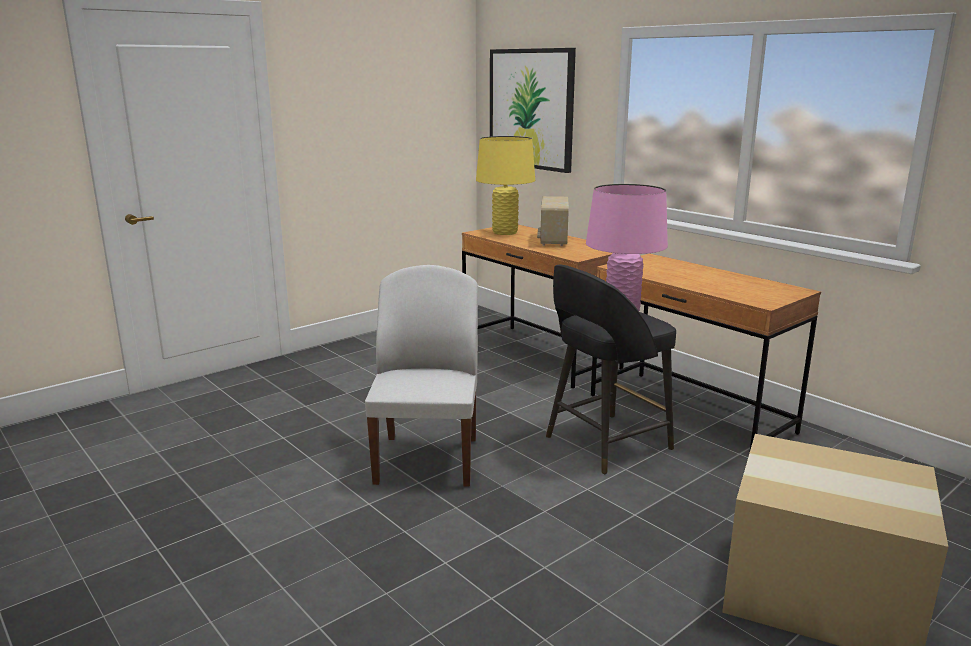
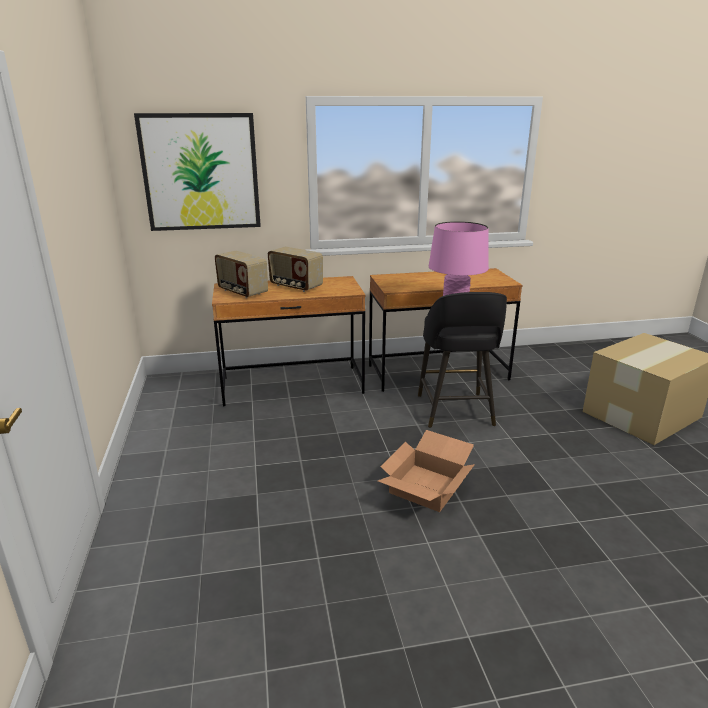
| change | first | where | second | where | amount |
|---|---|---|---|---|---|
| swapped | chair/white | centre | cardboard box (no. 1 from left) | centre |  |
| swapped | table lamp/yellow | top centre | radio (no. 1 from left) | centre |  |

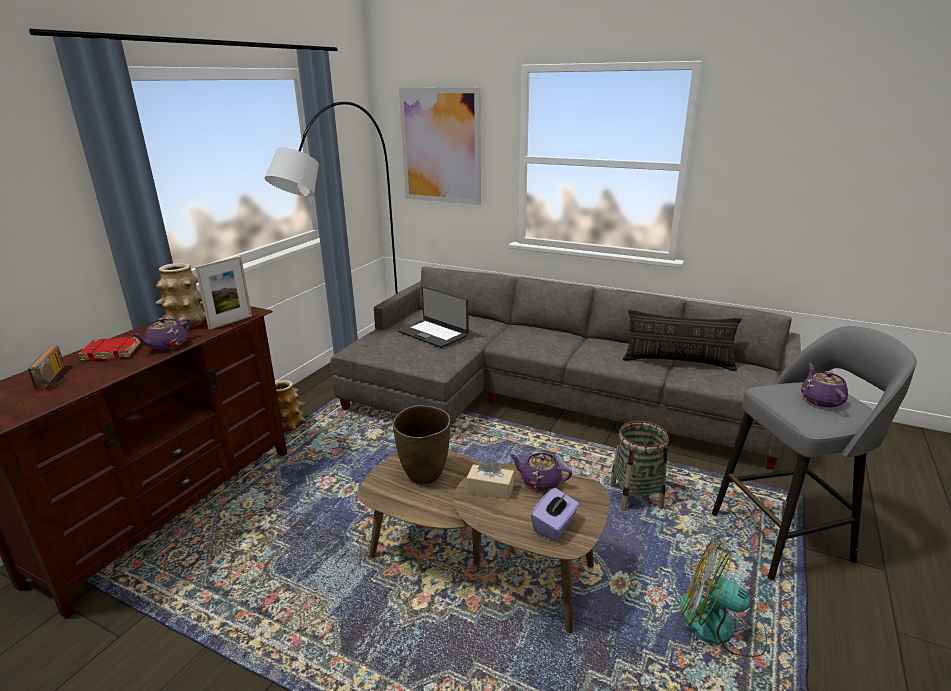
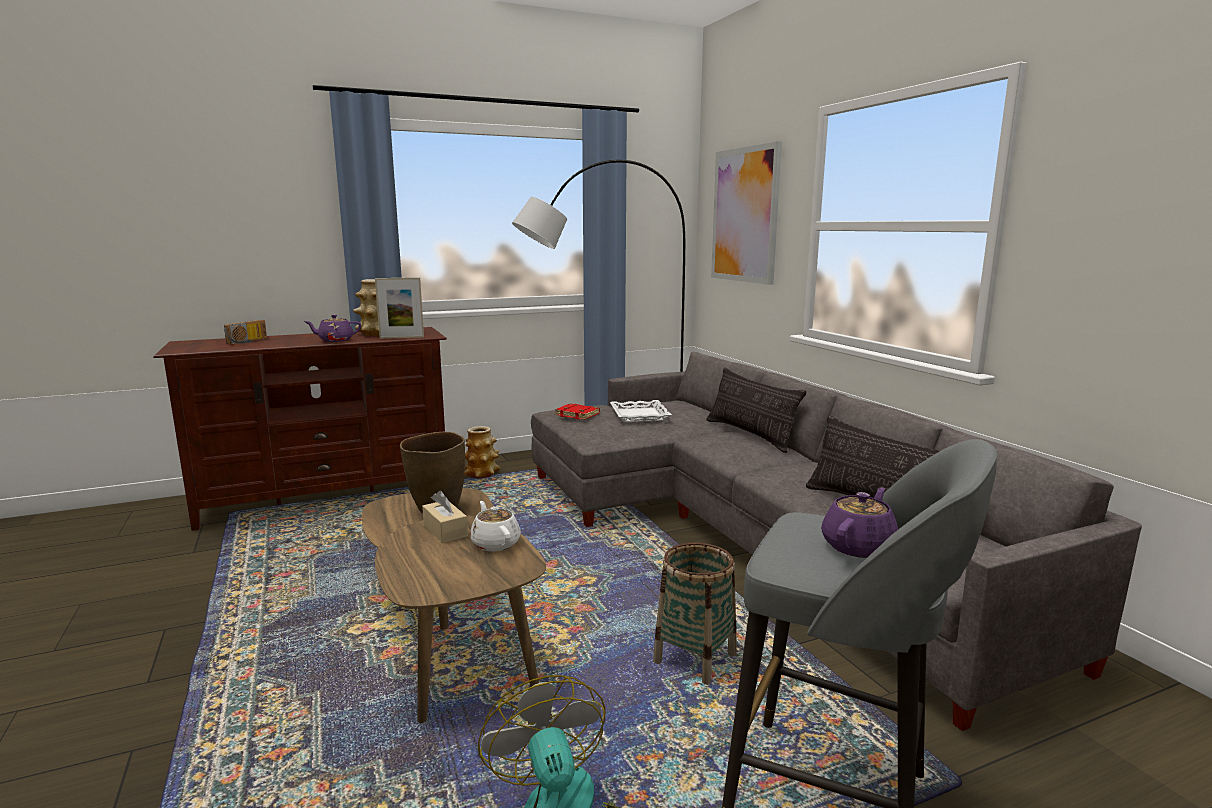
| change | first | where | second | where | amount |
|---|---|---|---|---|---|
| shifted | book/red | middle left |  | centre |  |
| swapped | laptop | centre | tray/white | centre |  |
| repainted | teapot/purple (no. 2 from left) | bottom centre | teapot/white | centre |  |
| gone | tissue box/purple | bottom centre |  |  |  |
| new |  |  | pillow (no. 1 from left) | centre |  |

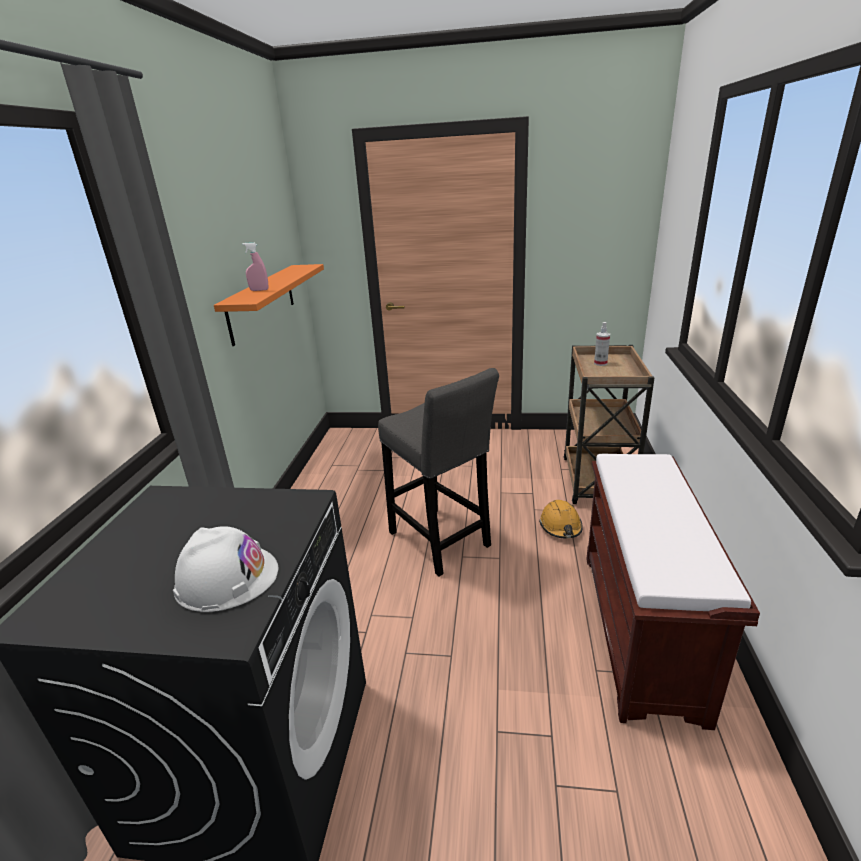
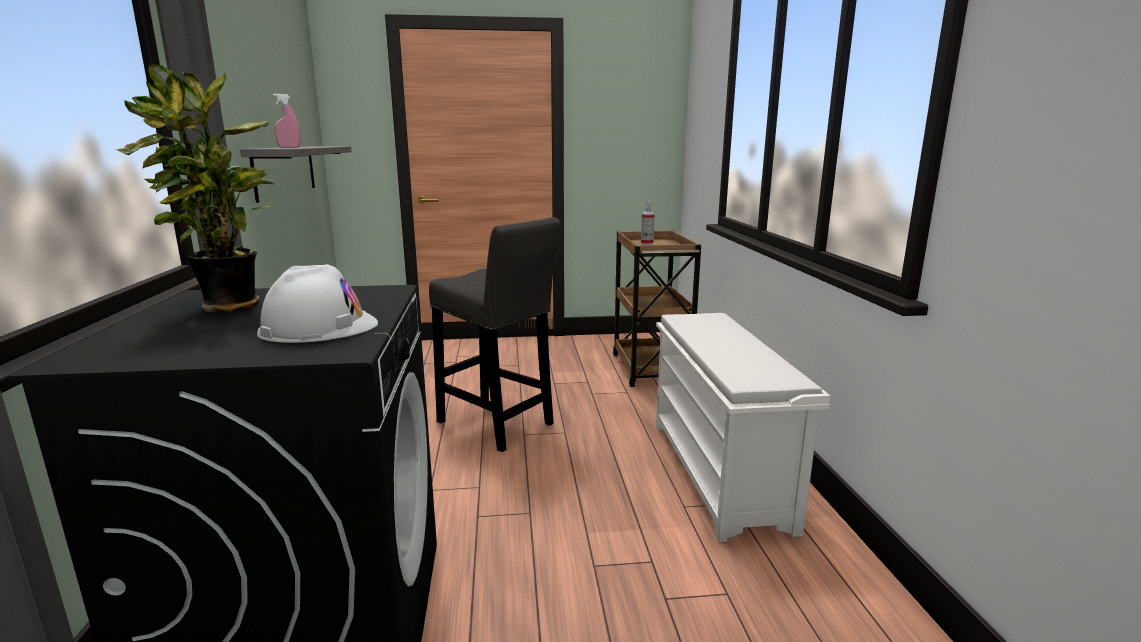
| change | first | where | second | where | amount |
|---|---|---|---|---|---|
| repainted | shelf/orange | middle left | shelf/grey | top left |  |
| gone | hard hat/orange | centre |  |  |  |
| swapped | bench/brown | bottom right | shoe rack/white | centre |  |
| new |  |  | potted plant | top left |  |

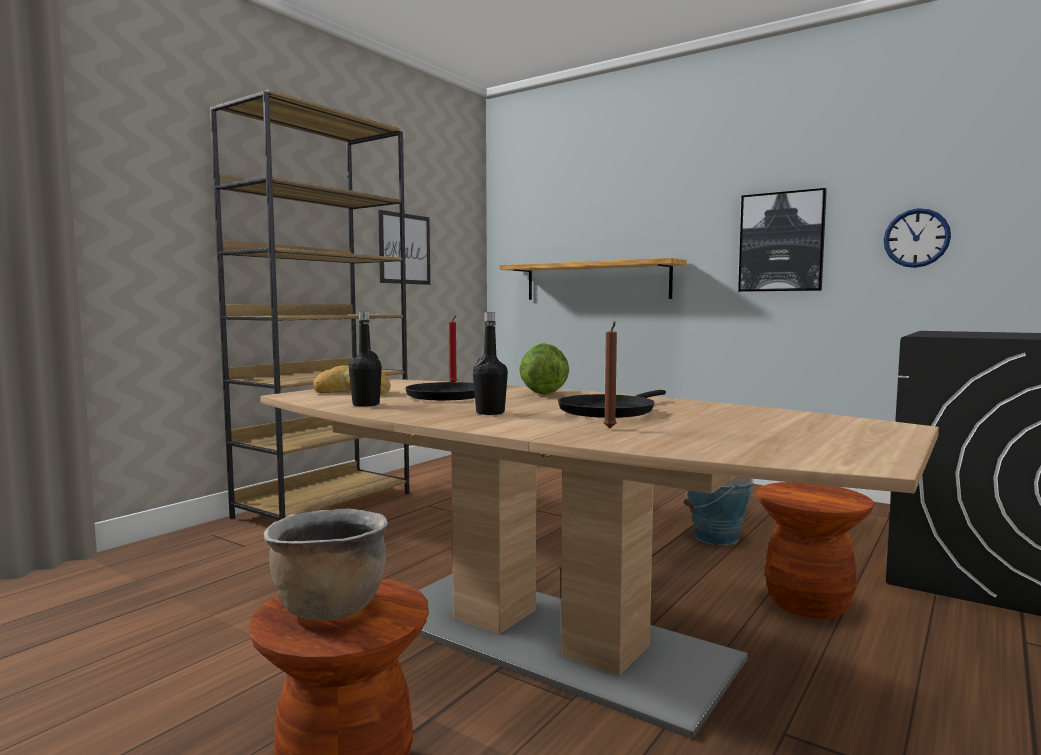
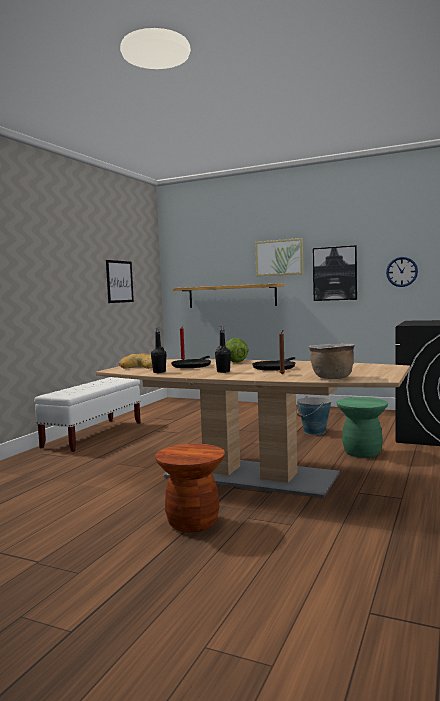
| change | first | where | second | where | amount |
|---|---|---|---|---|---|
| swapped | bookcase/brown | middle left | bench/white | middle left |  |
| shifted | cooking pot/brown | bottom left |  | middle right |  |
| repainted | stool/brown (no. 2 from left) | bottom right | stool/green | middle right |  |
| new |  |  | picture (no. 2 from left) | centre |  |

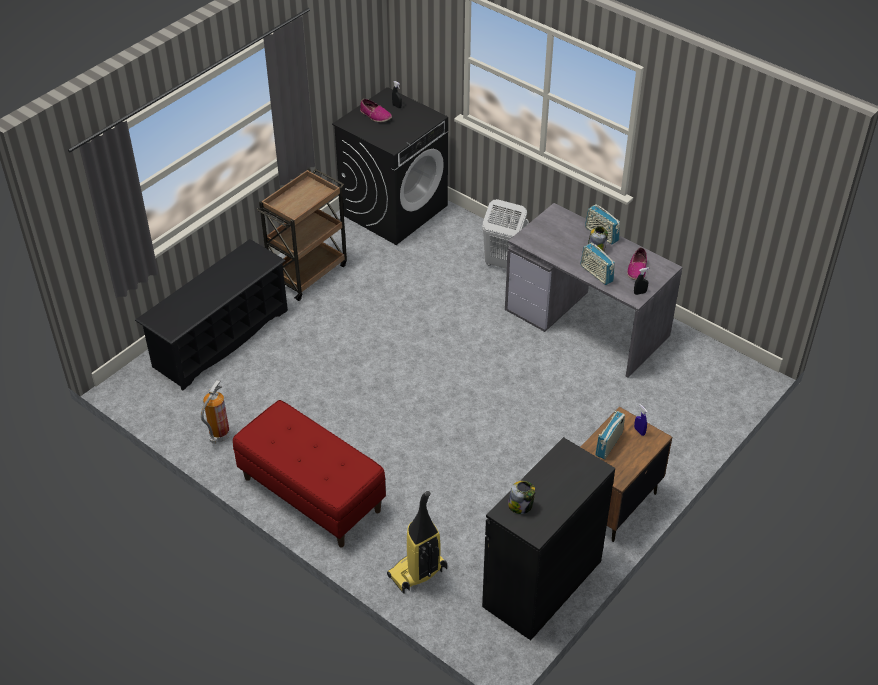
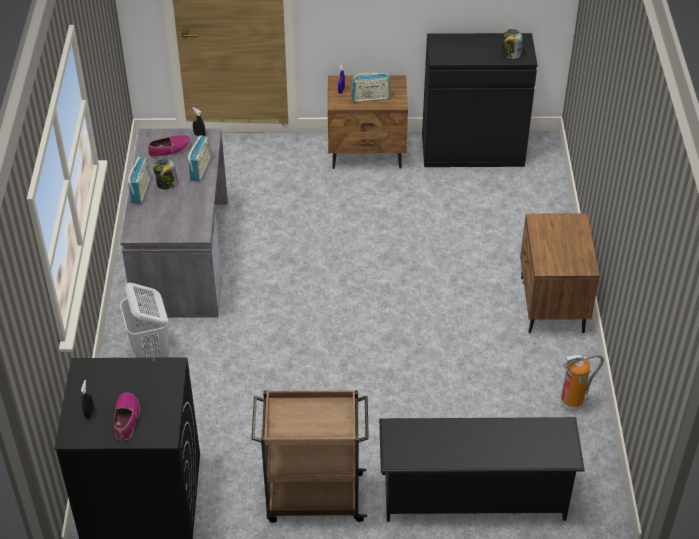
| change | first | where | second | where | amount |
|---|---|---|---|---|---|
| swapped | bench/red | bottom centre | nightstand/brown (no. 2 from left) | middle right |  |
| gone | vacuum cleaner | bottom centre |  |  |  |

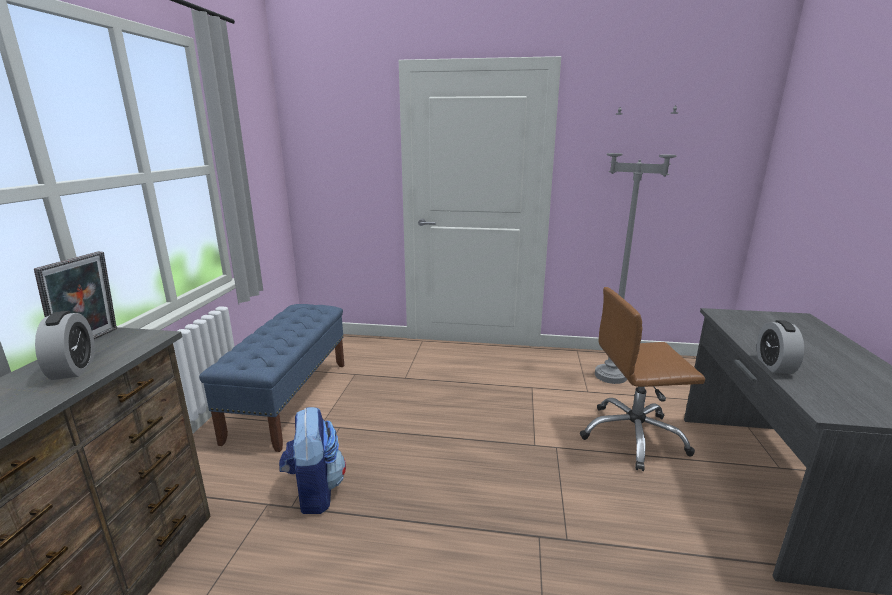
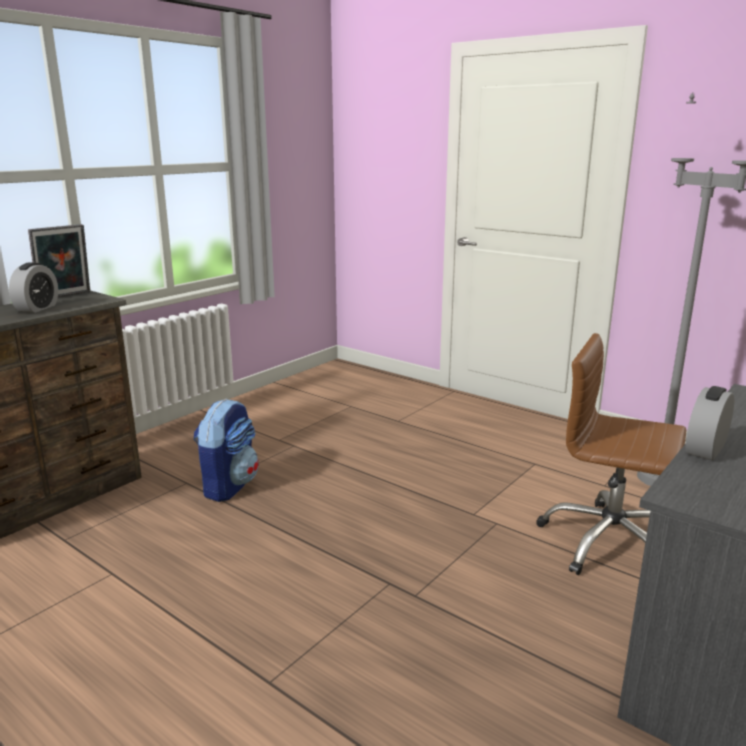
| change | first | where | second | where | amount |
|---|---|---|---|---|---|
| gone | bench/blue | middle left |  |  |  |

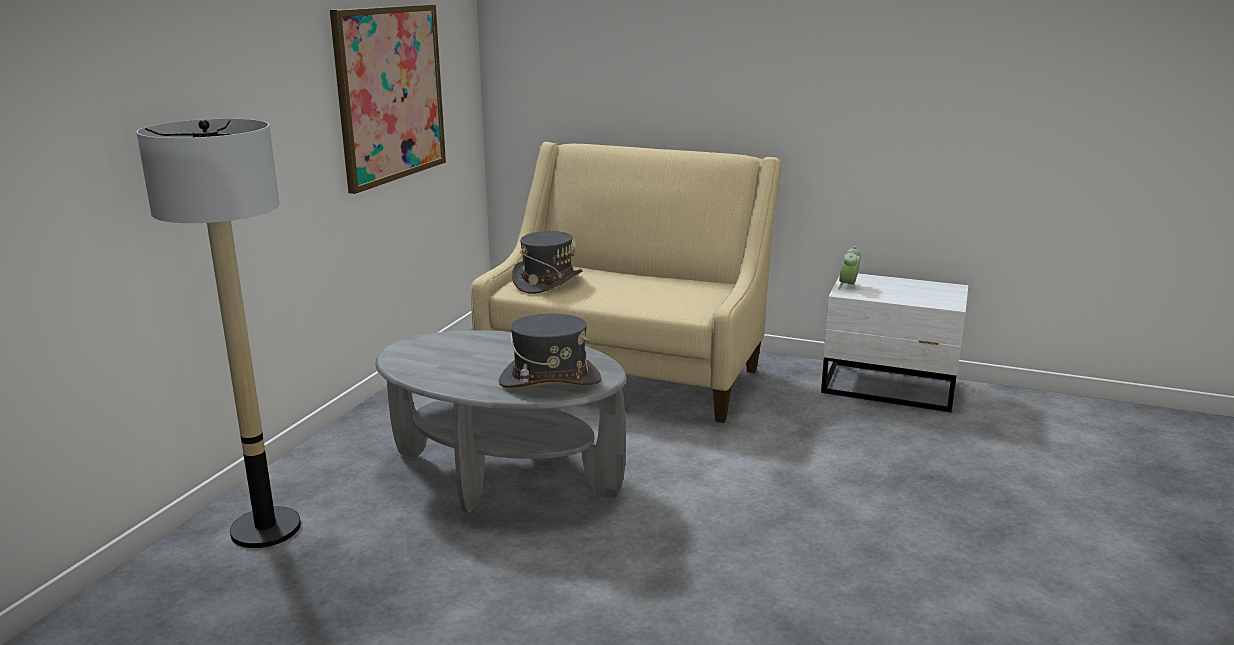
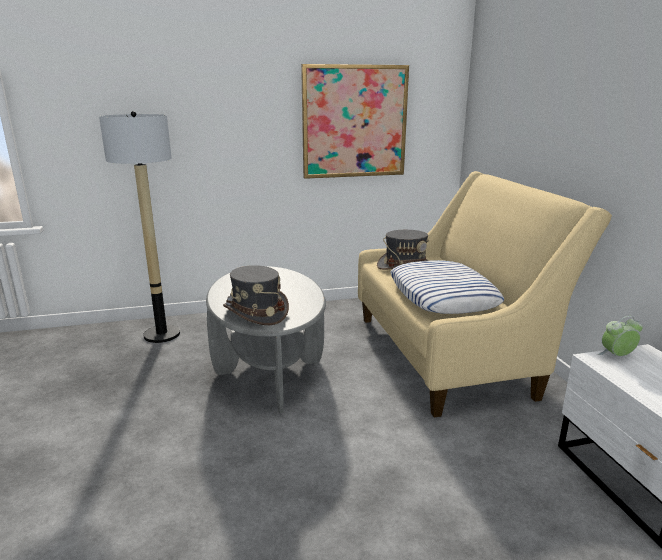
| change | first | where | second | where | amount |
|---|---|---|---|---|---|
| new |  |  | pillow | middle right |  |

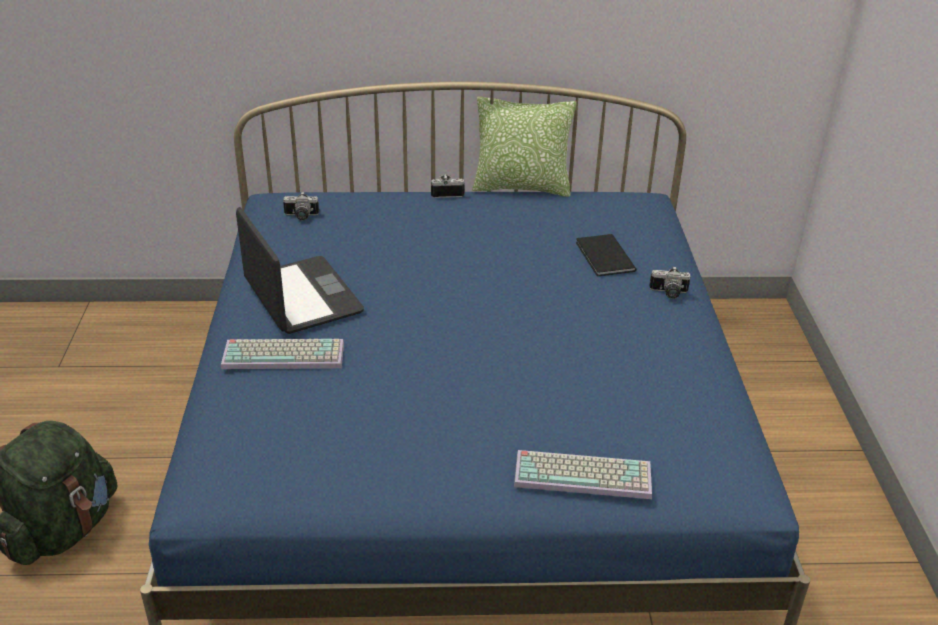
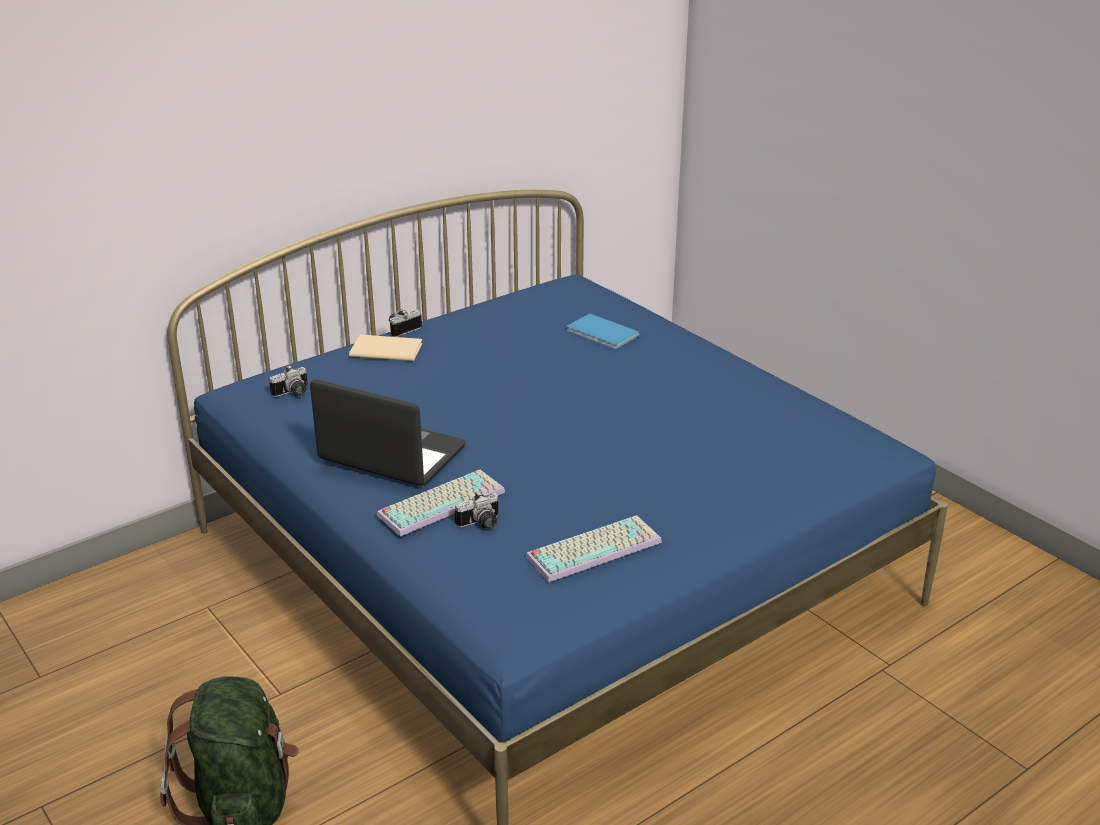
| change | first | where | second | where | amount |
|---|---|---|---|---|---|
| gone | pillow | top centre |  |  |  |
| shifted | keyboard (no. 2 from left) | bottom centre |  | centre |  |
| repainted | book/black | centre | book/blue | centre |  |
| shifted | photo camera (no. 3 from left) | middle right |  | centre |  |
| new |  |  | book/beige | centre |  |

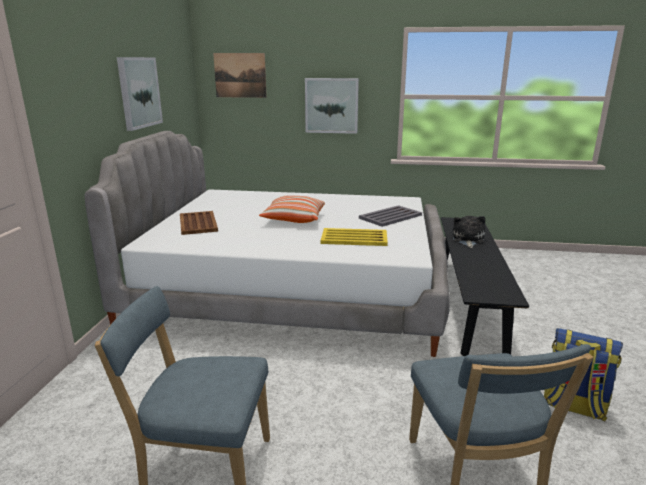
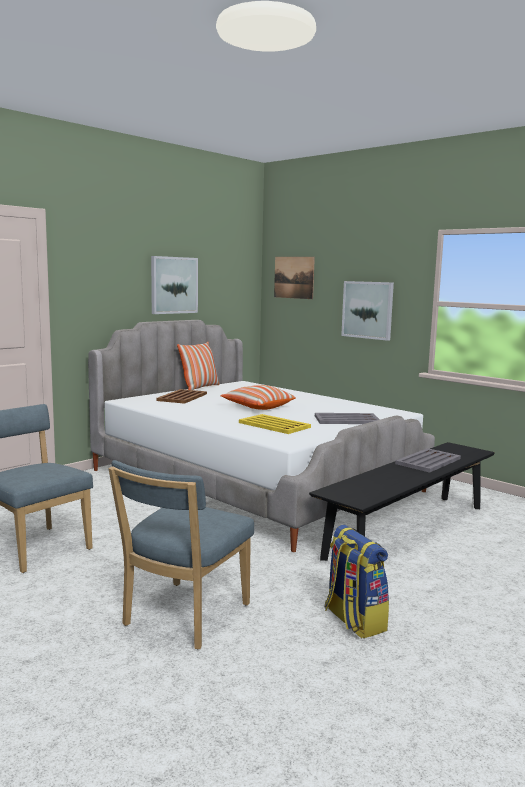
| change | first | where | second | where | amount |
|---|---|---|---|---|---|
| swapped | plush toy | middle right | tray/grey (no. 2 from left) | middle right |  |
| new |  |  | pillow (no. 1 from left) | centre |  |

